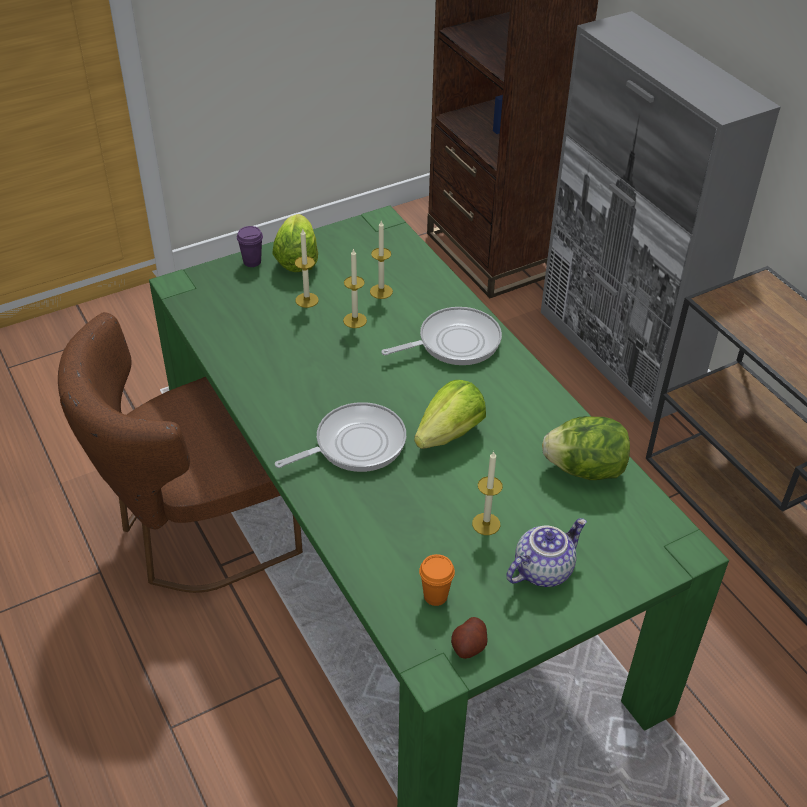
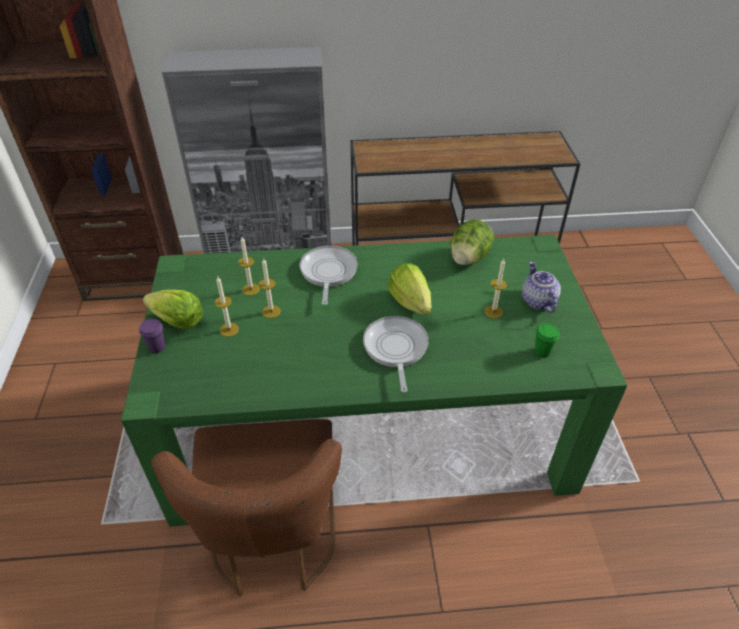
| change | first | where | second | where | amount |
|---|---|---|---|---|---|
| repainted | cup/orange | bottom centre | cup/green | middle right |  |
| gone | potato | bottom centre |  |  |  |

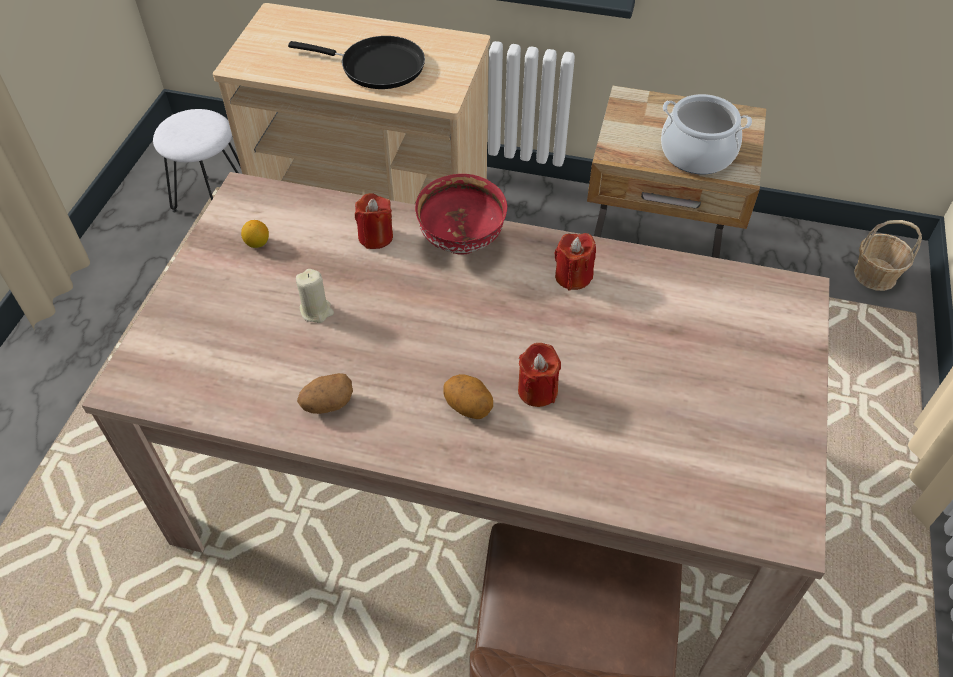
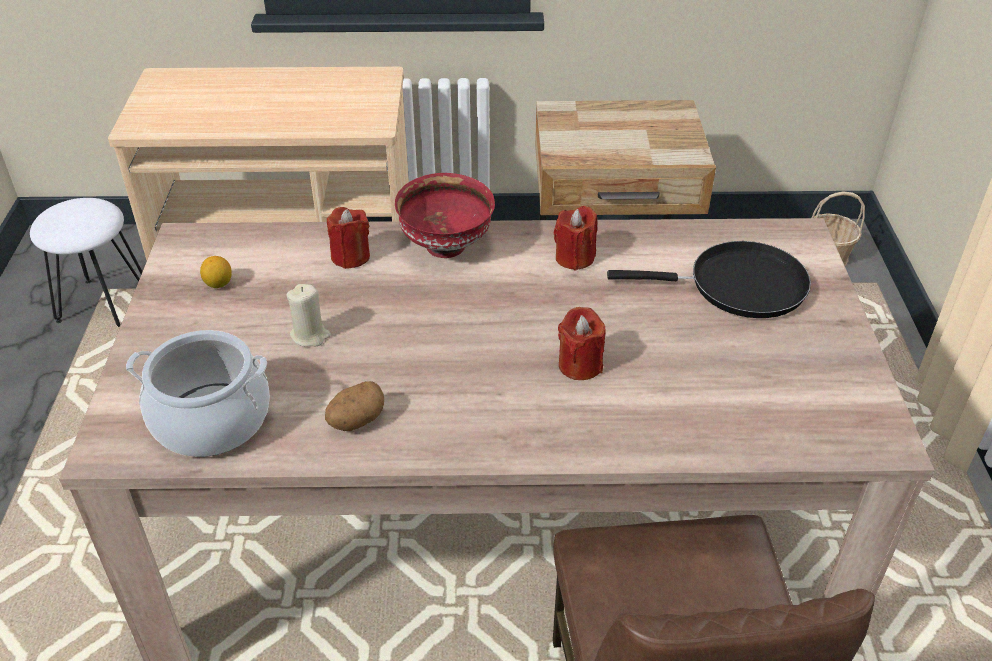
| change | first | where | second | where | amount |
|---|---|---|---|---|---|
| shifted | frying pan/black | top centre |  | middle right |  |
| gone | potato (no. 2 from left) | centre |  |  |  |
| shifted | cooking pot | top right |  | middle left |  |

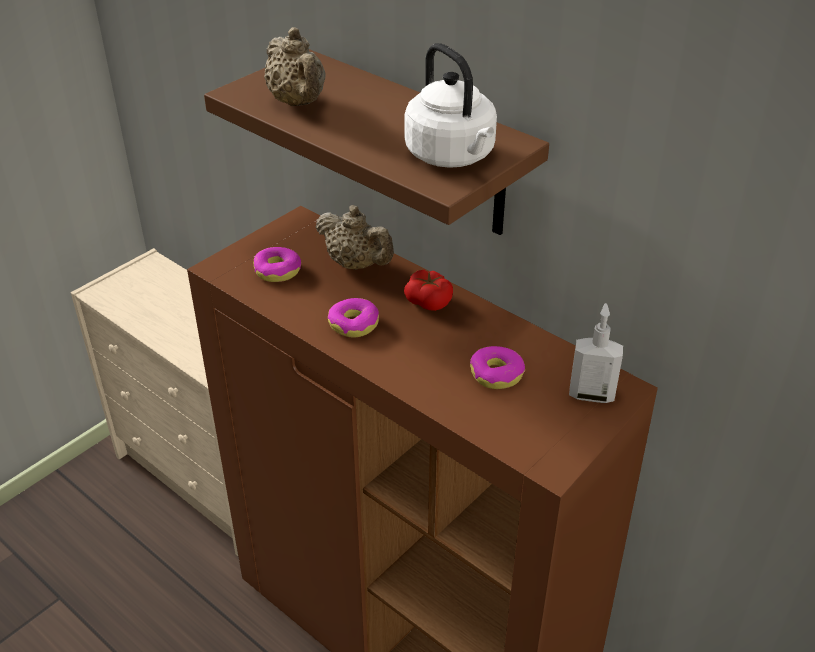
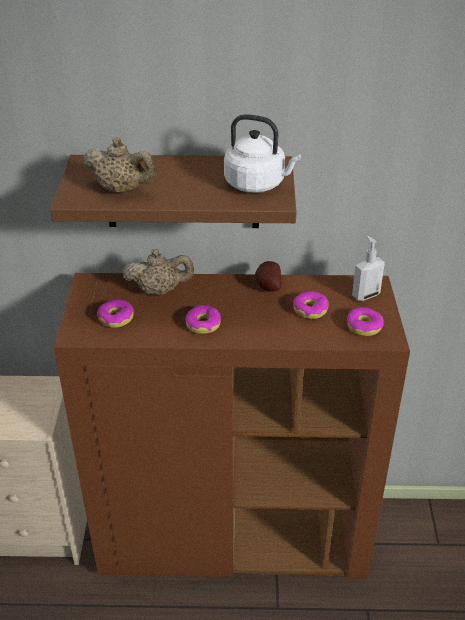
| change | first | where | second | where | amount |
|---|---|---|---|---|---|
| gone | tomato | centre |  |  |  |
| new |  |  | potato | centre |  |
| new |  |  | donut (no. 4 from left) | middle right |  |

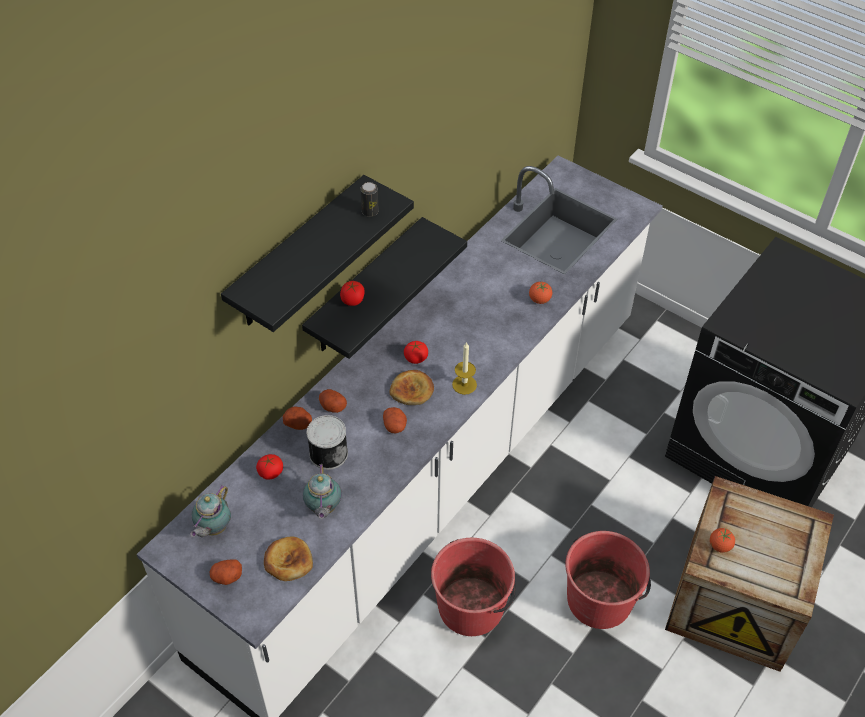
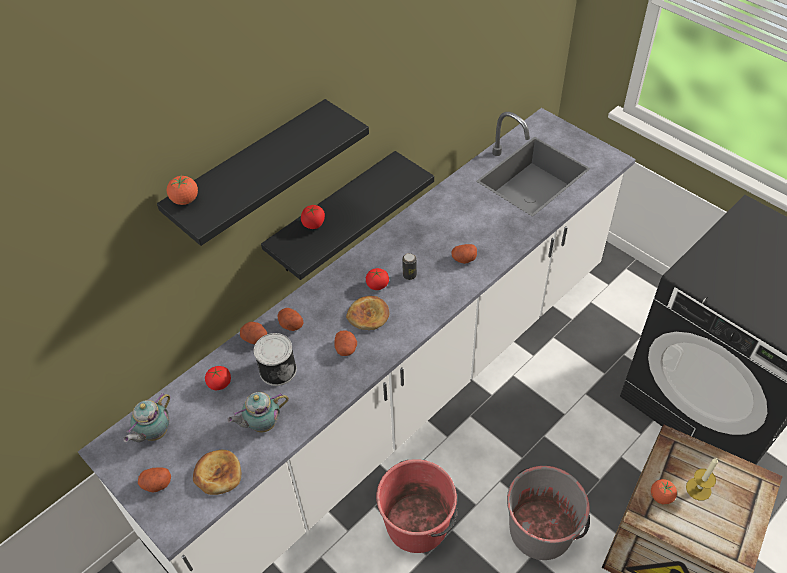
| change | first | where | second | where | amount |
|---|---|---|---|---|---|
| rotated | teapot (no. 2 from left) | bottom centre |  | bottom left | 60 degrees clockwise |
| shifted | can (no. 2 from left) | top centre |  | centre |  |
| shifted | candle | centre |  | bottom right |  |
| shifted | tomato (no. 4 from left in the first image) | centre | tomato (no. 1 from left) | top left |  |
| repainted | bucket/red (no. 2 from left) | bottom right | bucket/grey | bottom right |  |
| new |  |  | potato (no. 5 from left) | centre |  |

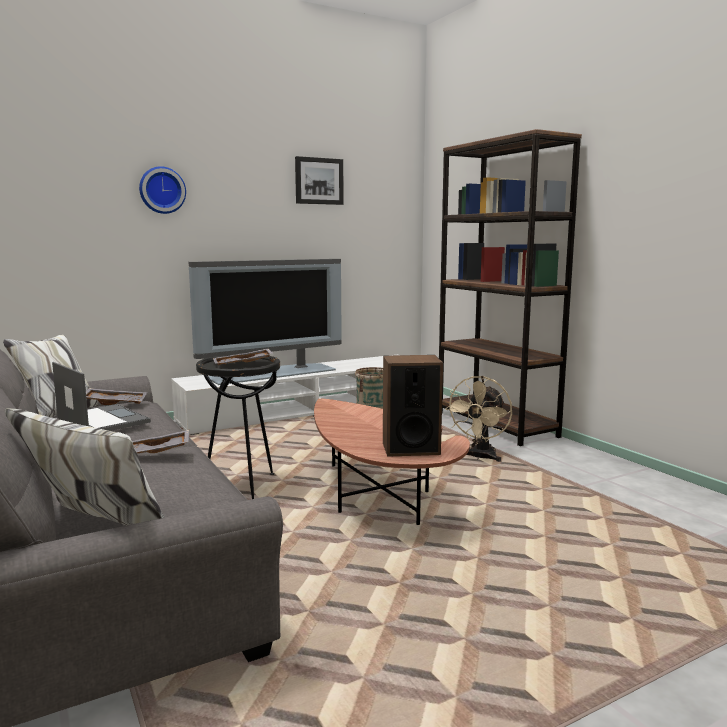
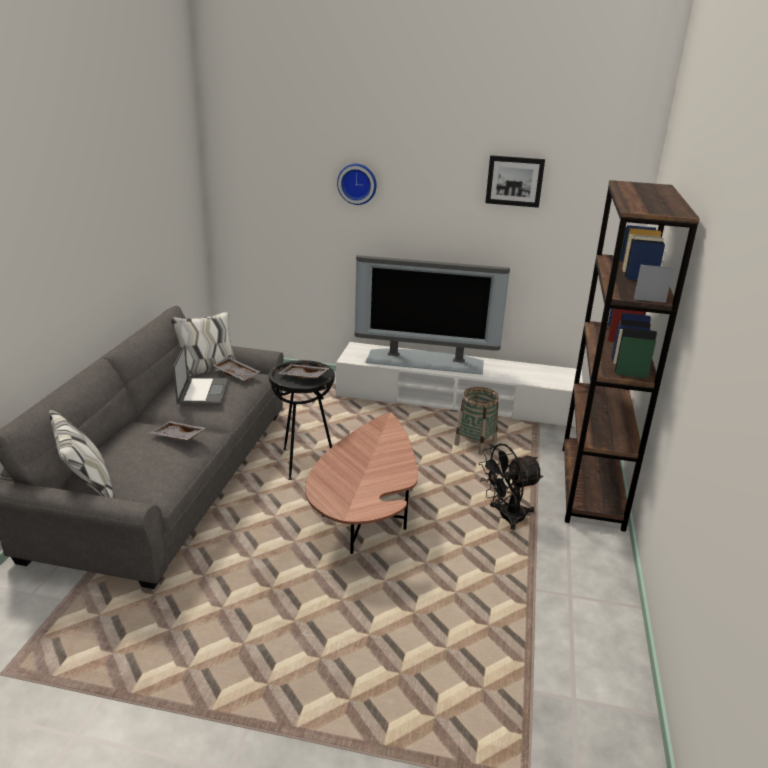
| change | first | where | second | where | amount |
|---|---|---|---|---|---|
| gone | speaker | centre |  |  |  |
| repainted | fan/beige | centre | fan/black | centre |  |

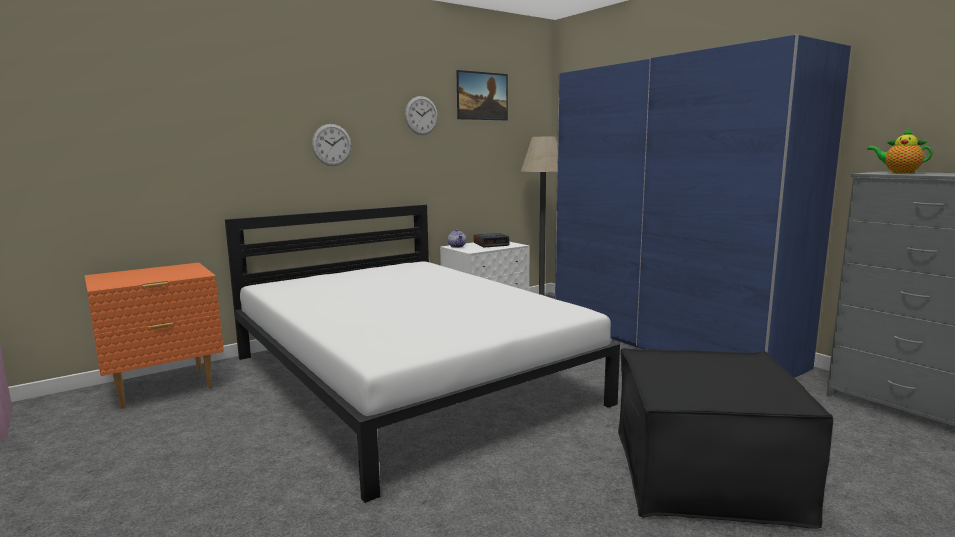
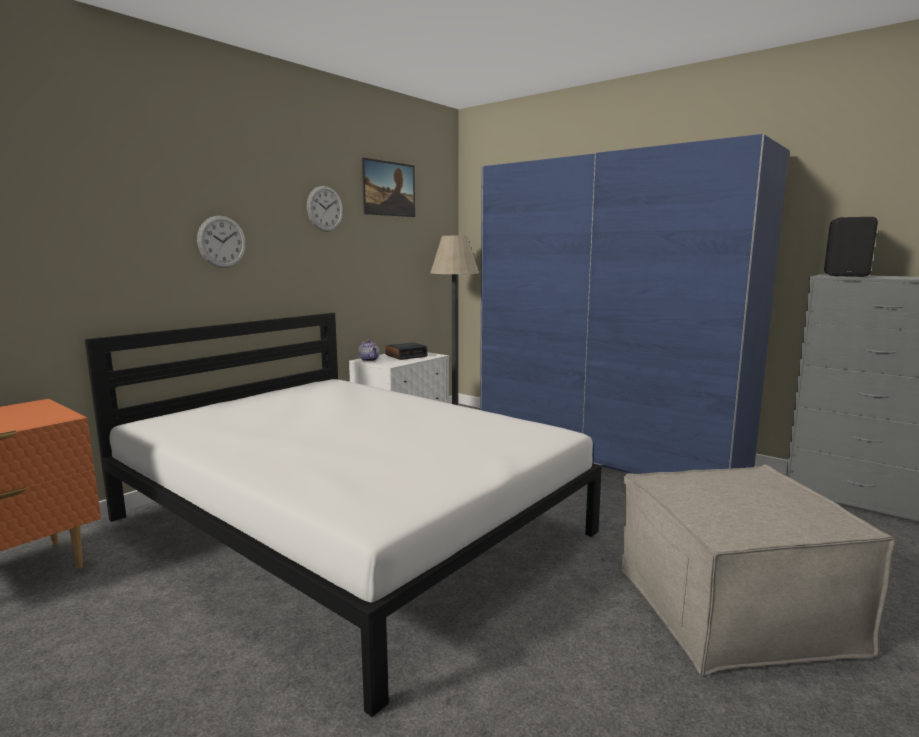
| change | first | where | second | where | amount |
|---|---|---|---|---|---|
| repainted | ottoman/black | bottom right | ottoman/beige | bottom right |  |
| swapped | teapot (no. 2 from left) | top right | speaker/black | middle right |  |

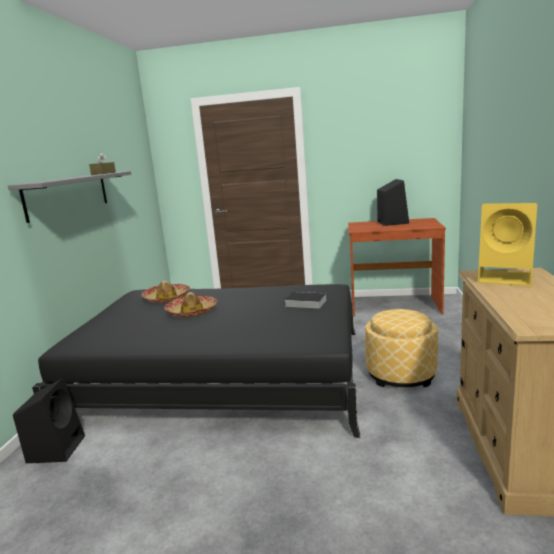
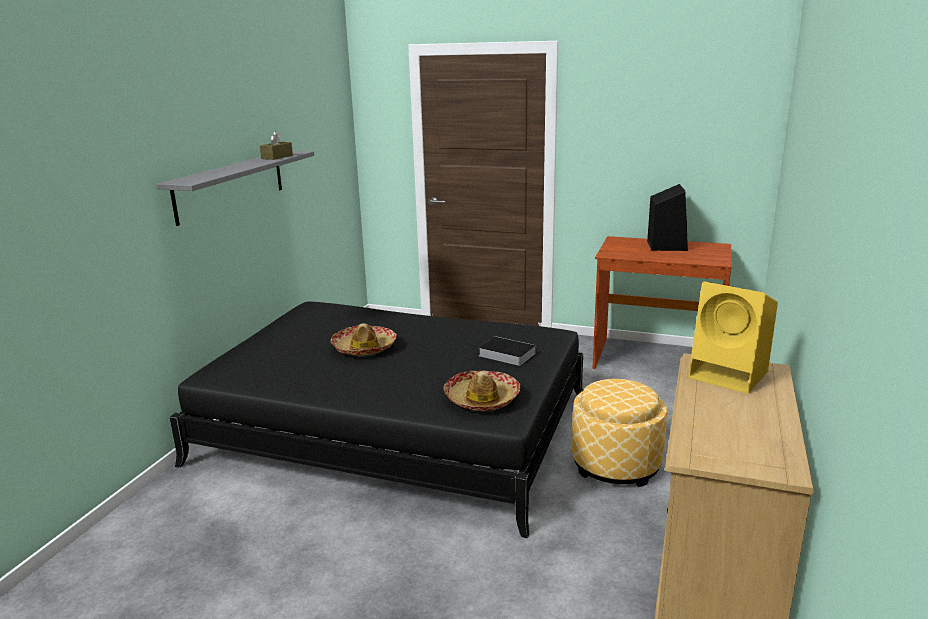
| change | first | where | second | where | amount |
|---|---|---|---|---|---|
| gone | speaker/black (no. 1 from left) | bottom left |  |  |  |
| shifted | hat (no. 1 from left in the first image) | middle left | hat (no. 2 from left) | centre |  |

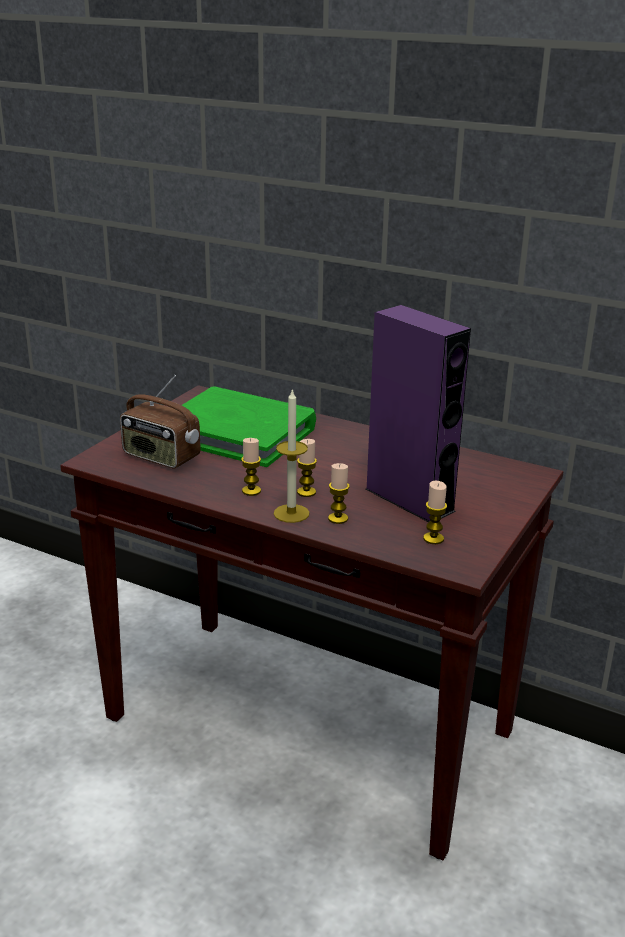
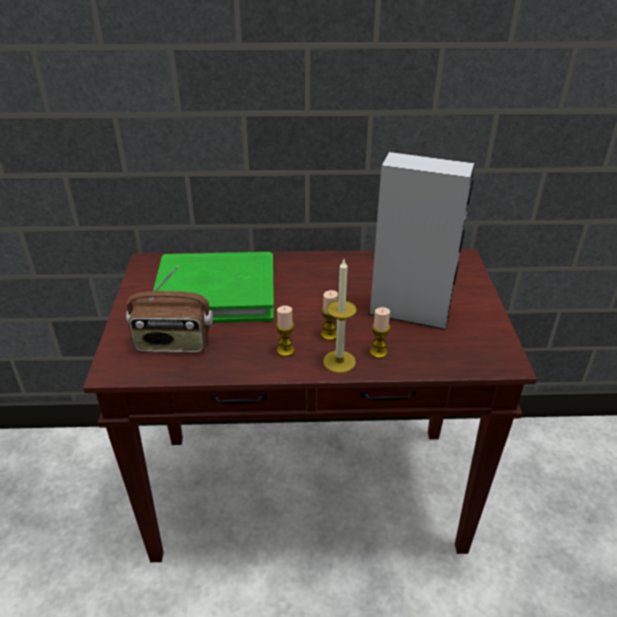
| change | first | where | second | where | amount |
|---|---|---|---|---|---|
| repainted | speaker/purple | middle right | speaker/grey | middle right |  |
| gone | candle (no. 5 from left) | middle right |  |  |  |

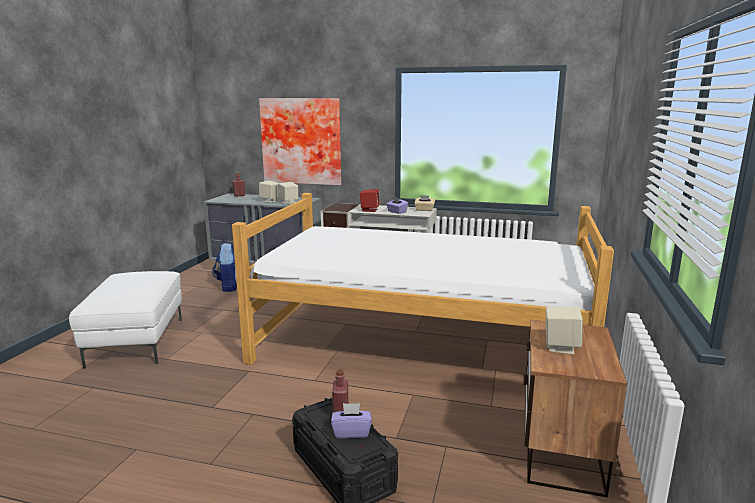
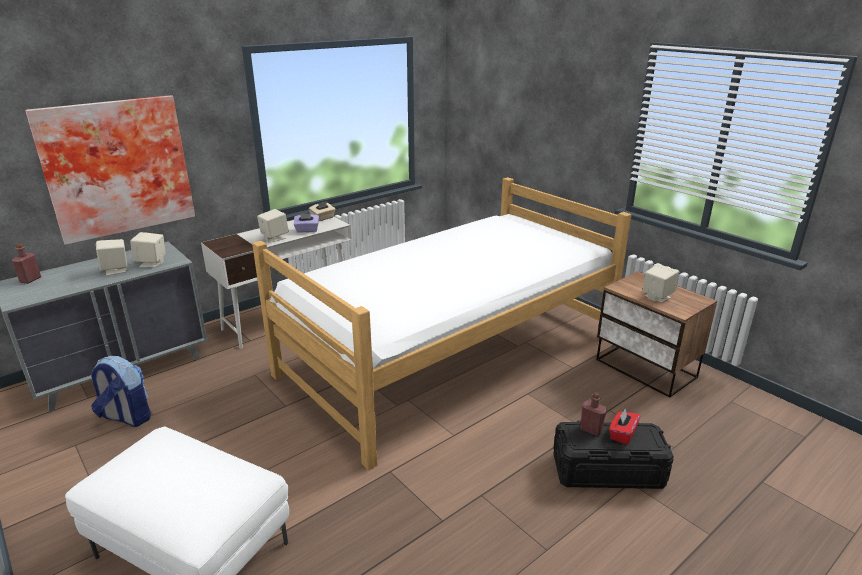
| change | first | where | second | where | amount |
|---|---|---|---|---|---|
| repainted | tissue box/purple (no. 1 from left) | bottom centre | tissue box/red | bottom right |  |
| repainted | speaker/red | centre | speaker/beige (no. 3 from left) | middle left |  |

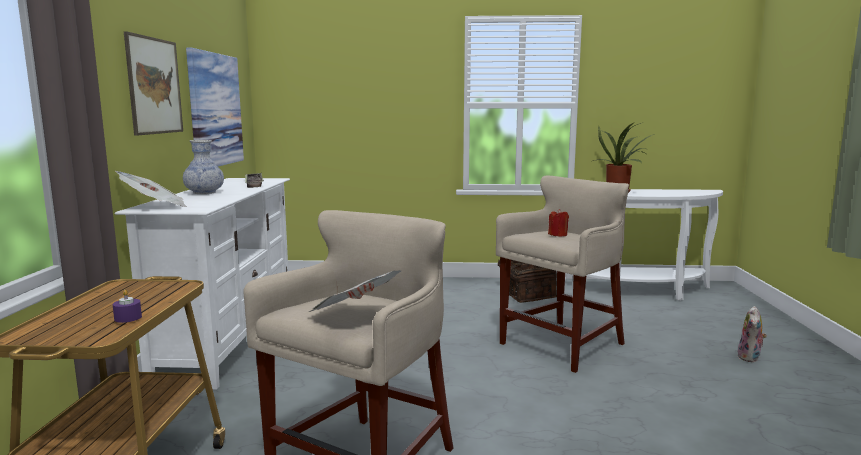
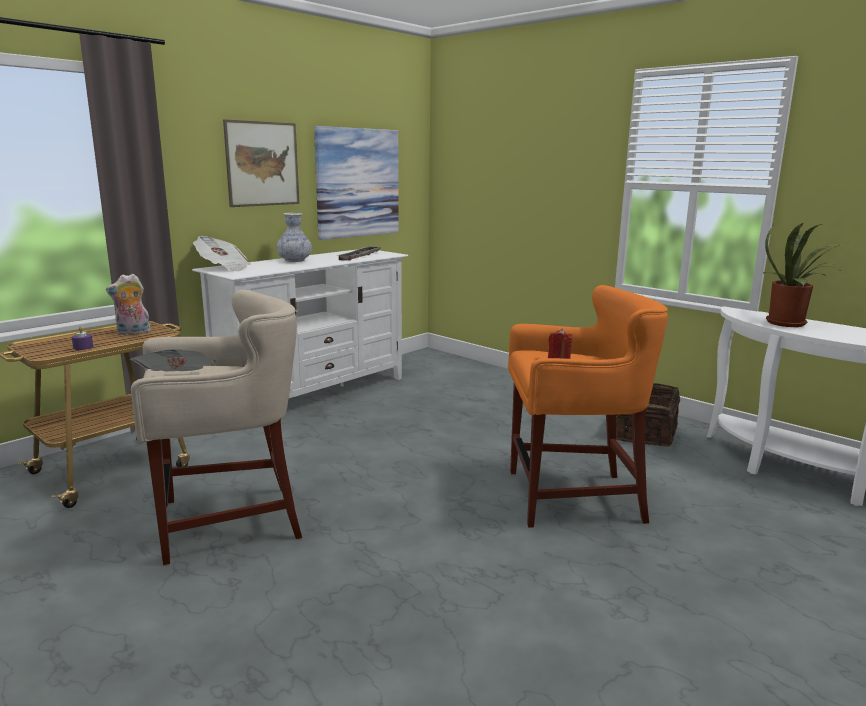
| change | first | where | second | where | amount |
|---|---|---|---|---|---|
| repainted | stool/beige (no. 2 from left) | centre | stool/orange | middle right |  |
| shifted | plush toy | bottom right |  | middle left |  |

